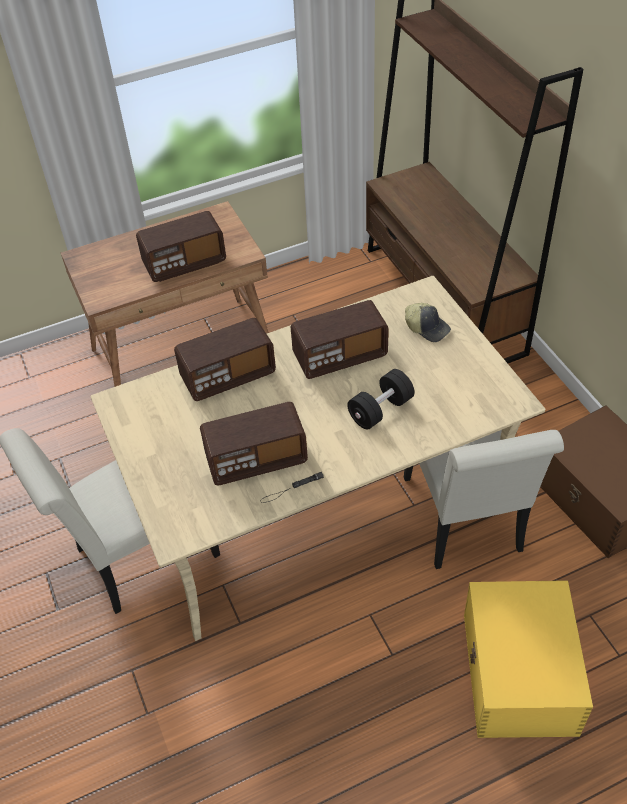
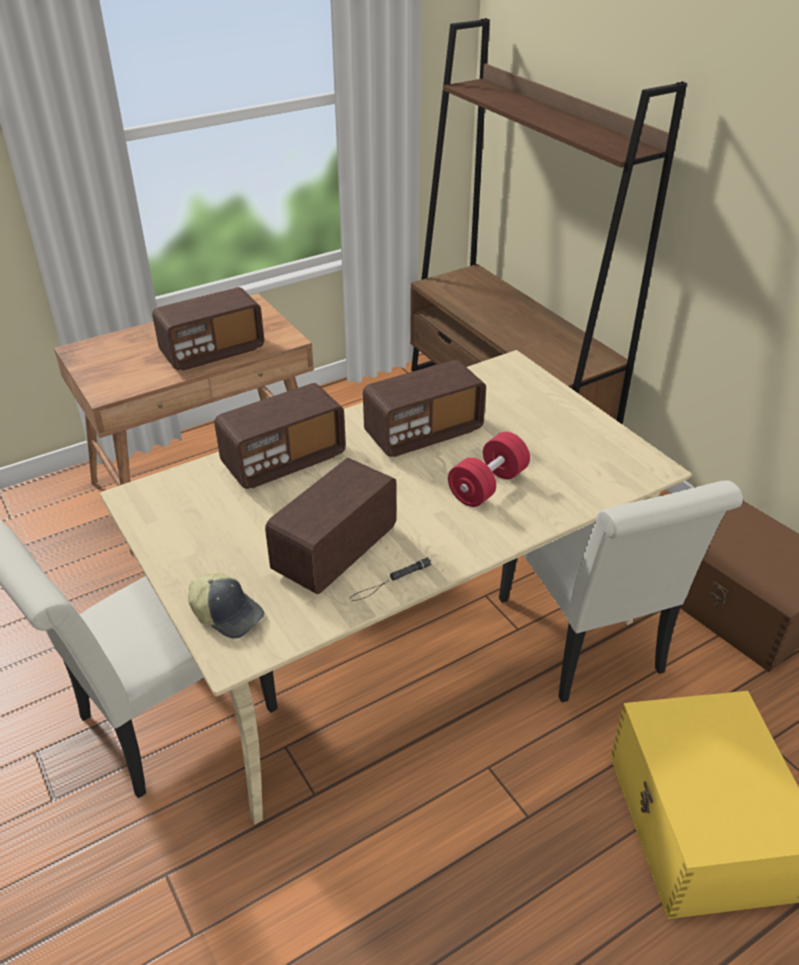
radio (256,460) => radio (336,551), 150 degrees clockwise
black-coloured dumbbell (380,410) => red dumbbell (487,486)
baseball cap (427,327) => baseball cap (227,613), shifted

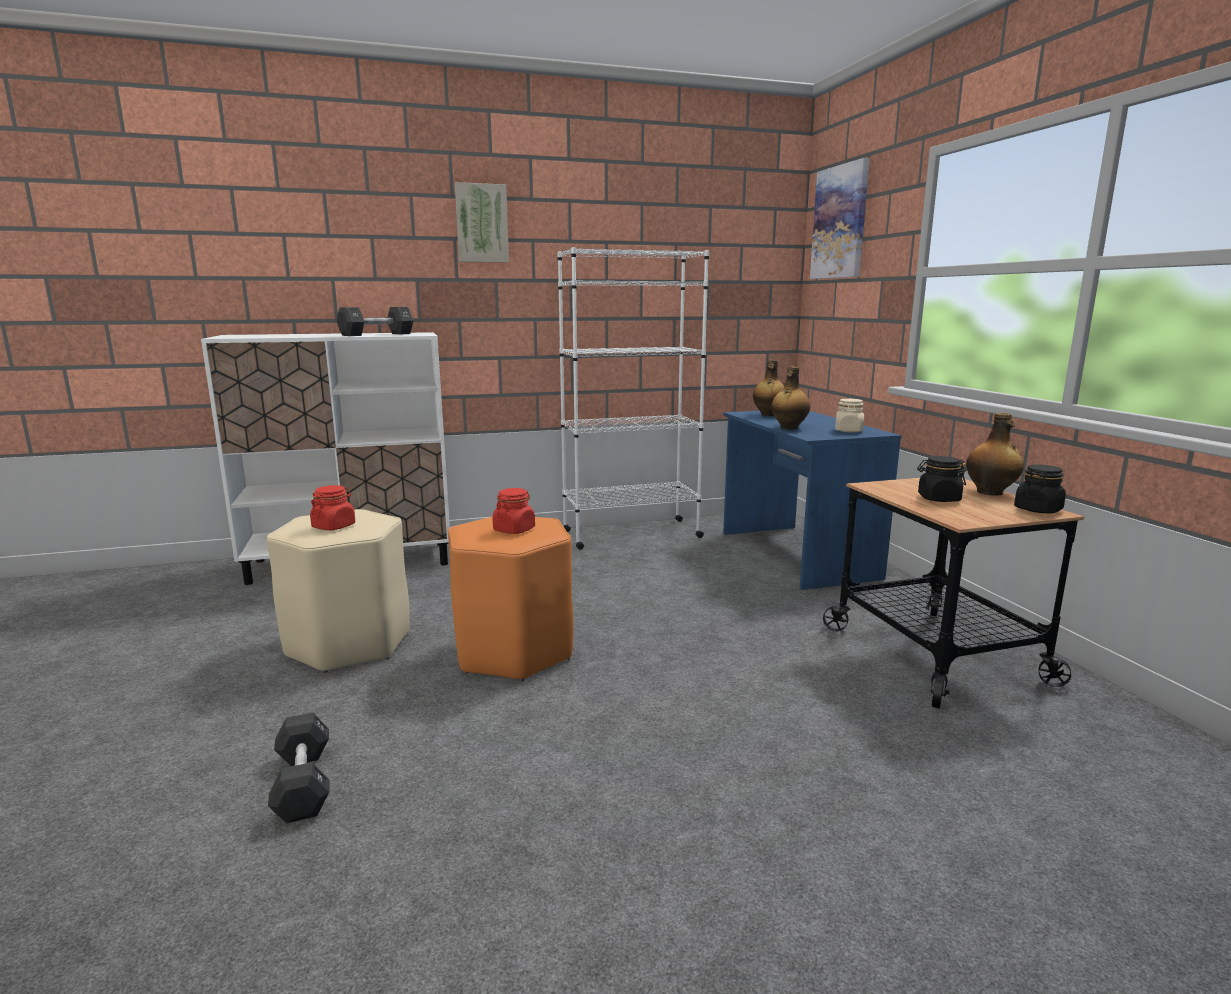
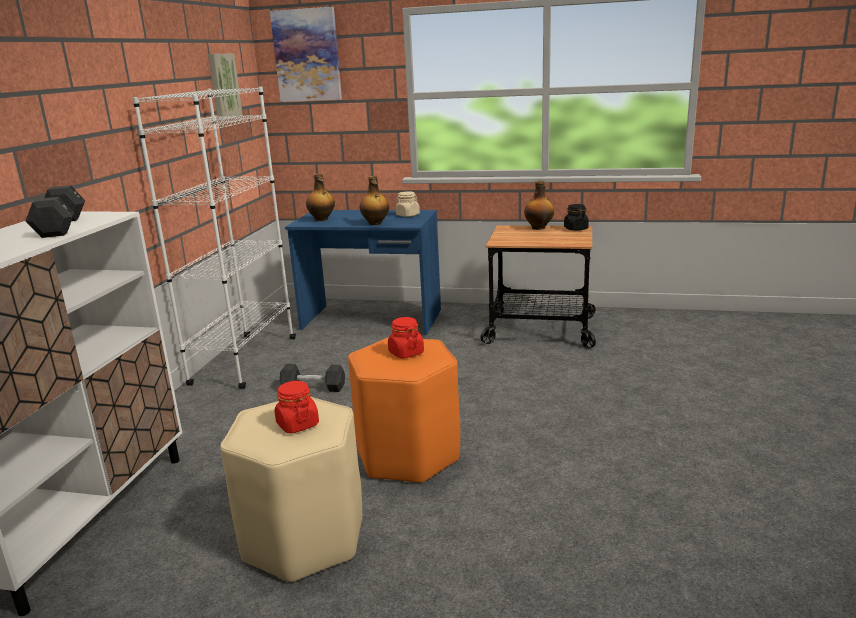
black-coloured dumbbell (303,783) => black-coloured dumbbell (313,388), shifted
wall picture (481,223) => wall picture (223,86), shifted
black-coloured storage jar (938,499) => nothing

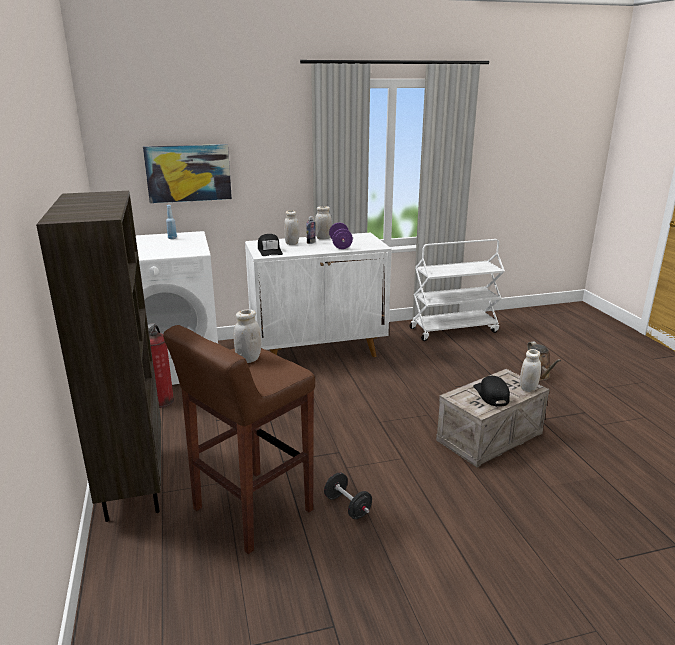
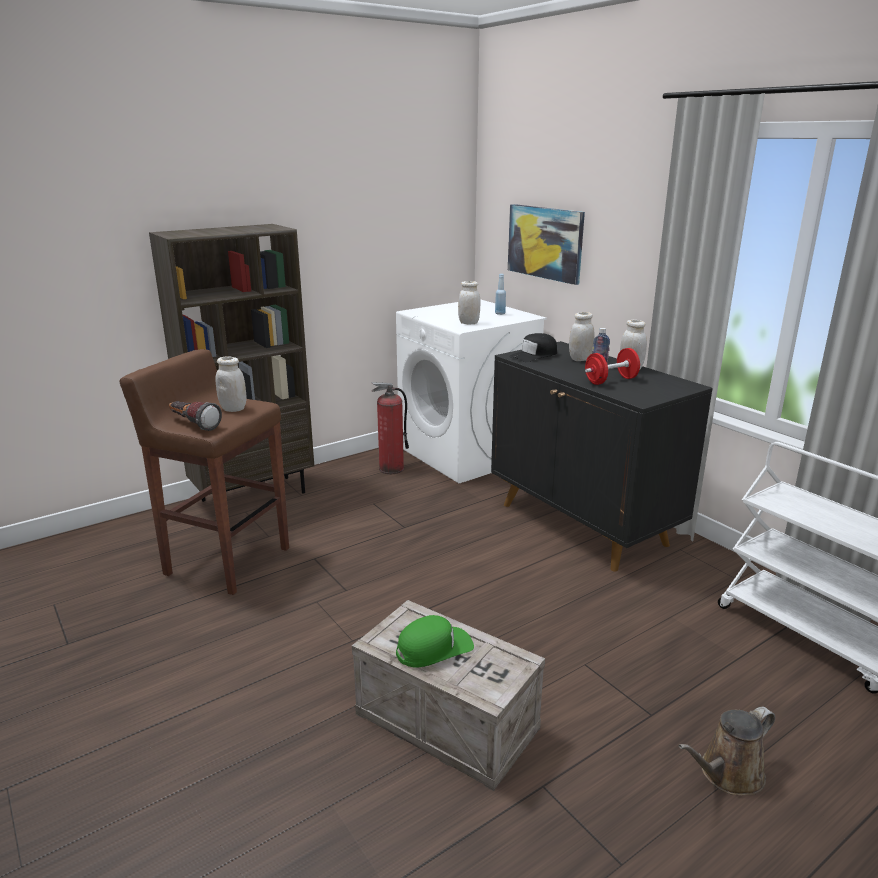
white-coloured cupboard (319,351) => black-coloured cupboard (583,524)
black-coloured dumbbell (347,506) => nothing
purple dumbbell (340,245) => red dumbbell (611,381)
black-coloured baseball cap (491,395) => green-coloured baseball cap (434,648)
white-coloured storage jar (528,388) => white-coloured storage jar (468,323), shifted
nothing => hand torch (193,425)

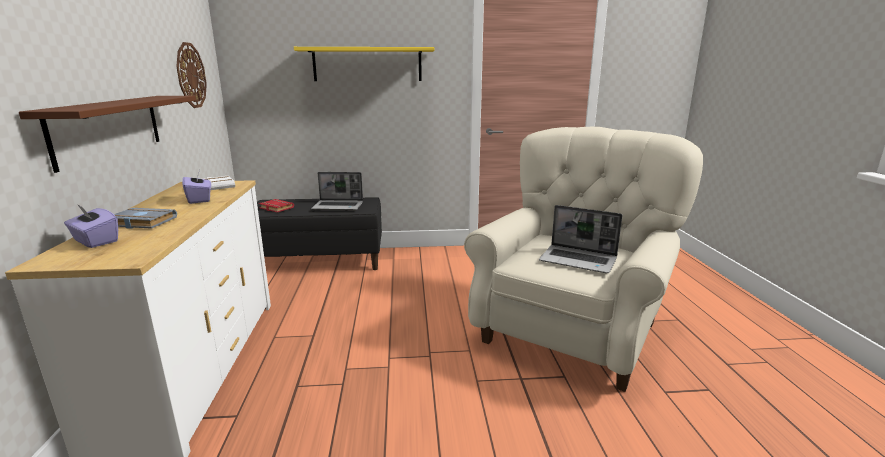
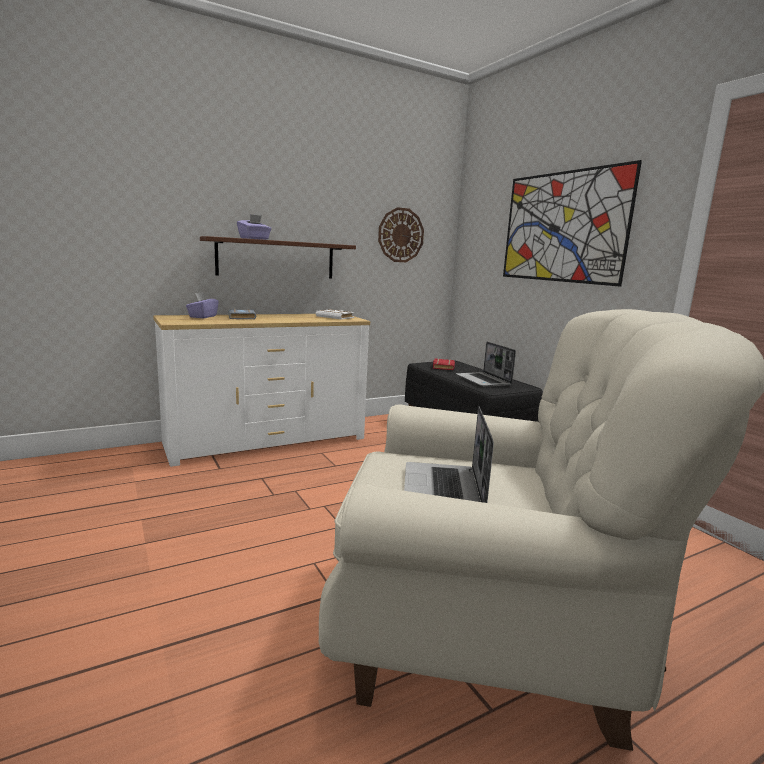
purple box of tissues (199,199) => purple box of tissues (254,239), shifted
yellow-coloured bracket shelf (367,64) => wall picture (562,227)

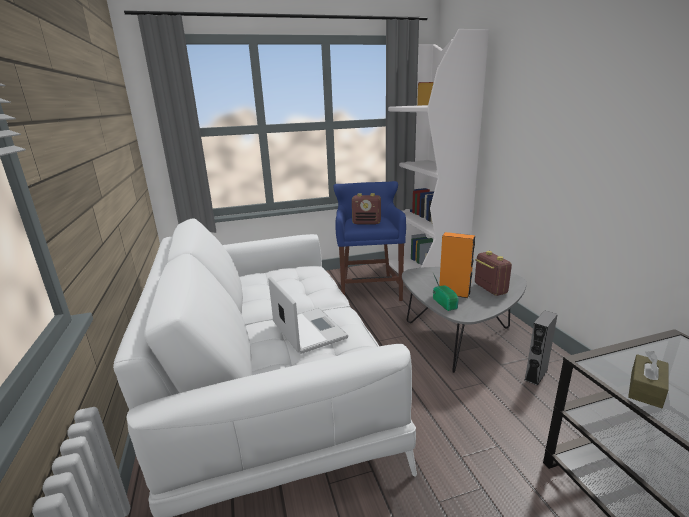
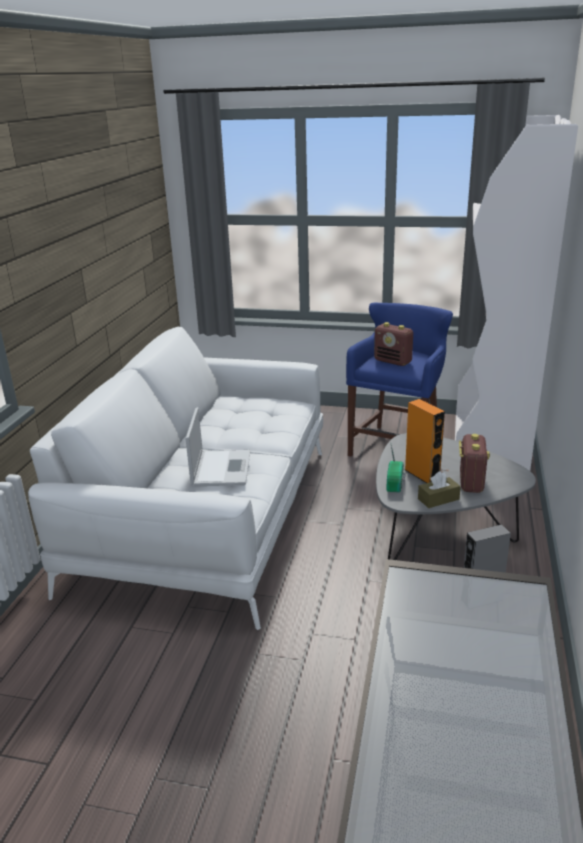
brown box of tissues (646,388) => brown box of tissues (438,499), shifted

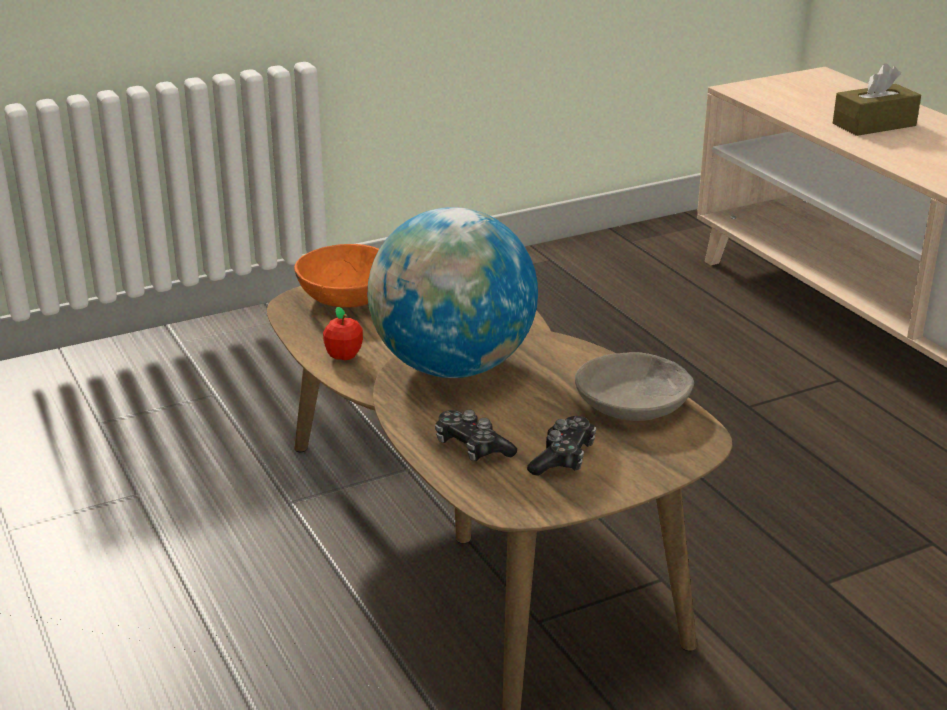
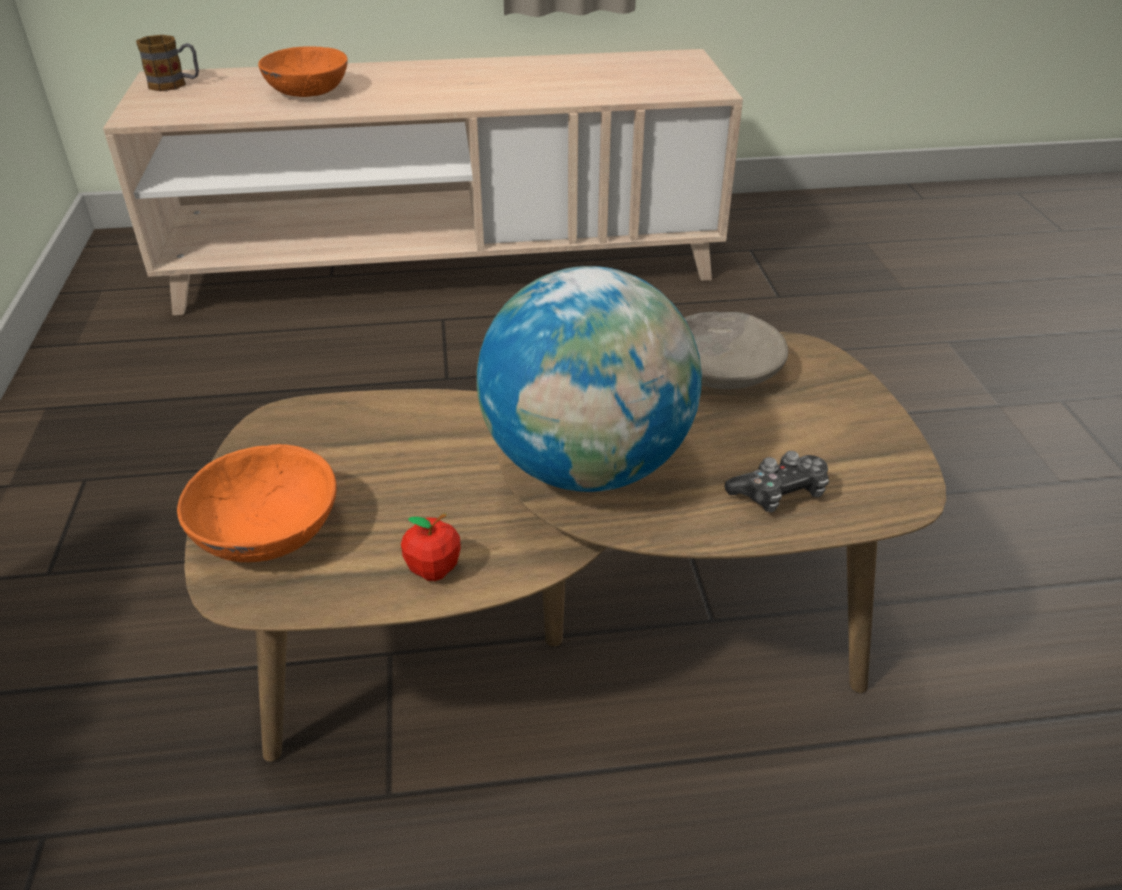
gamepad (563,458) => nothing
brown box of tissues (874,125) => orange-coloured deep dish (307,91)
nothing => mug (175,84)

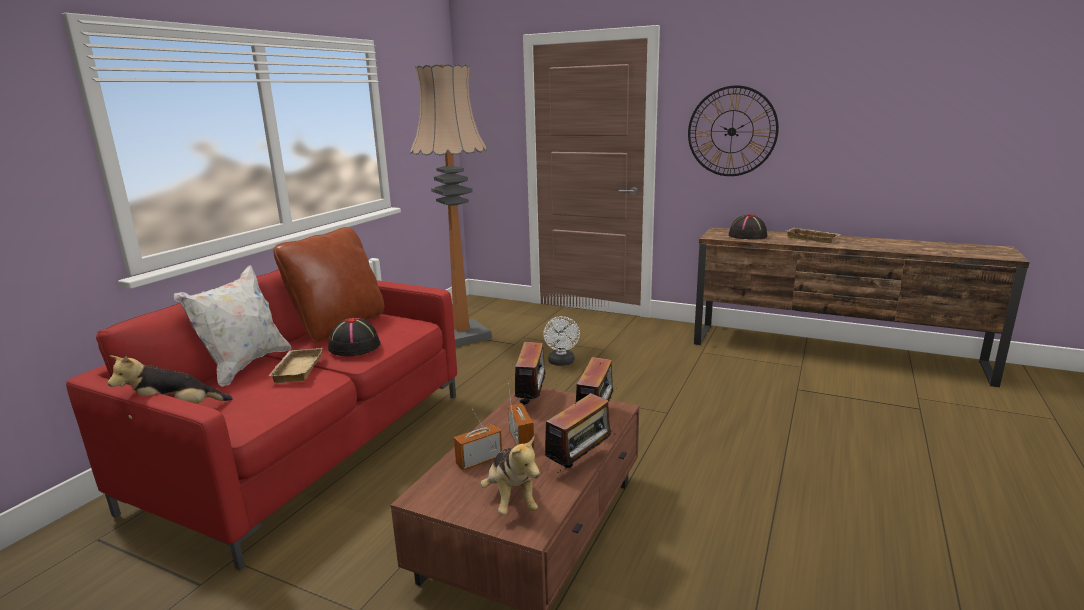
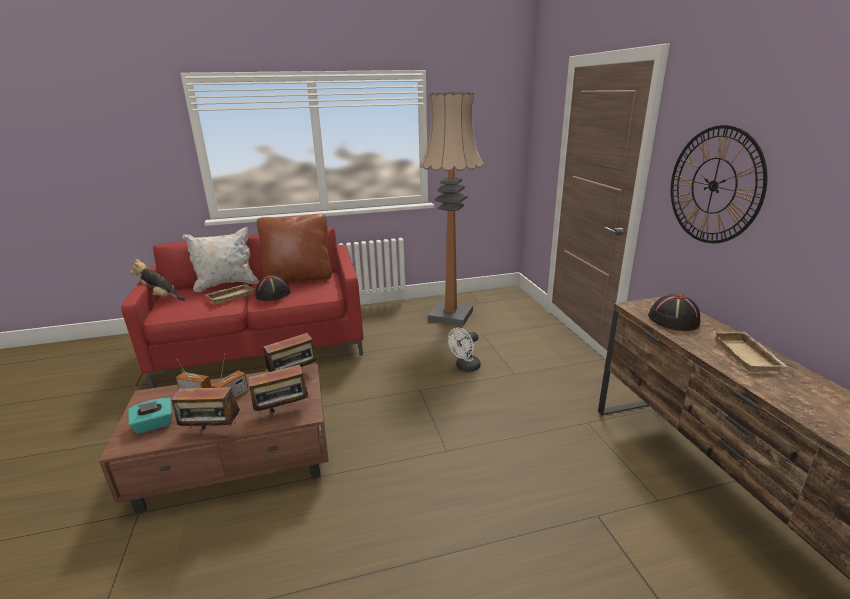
cuddly toy (511,499) => turquoise-coloured box of tissues (154,425)

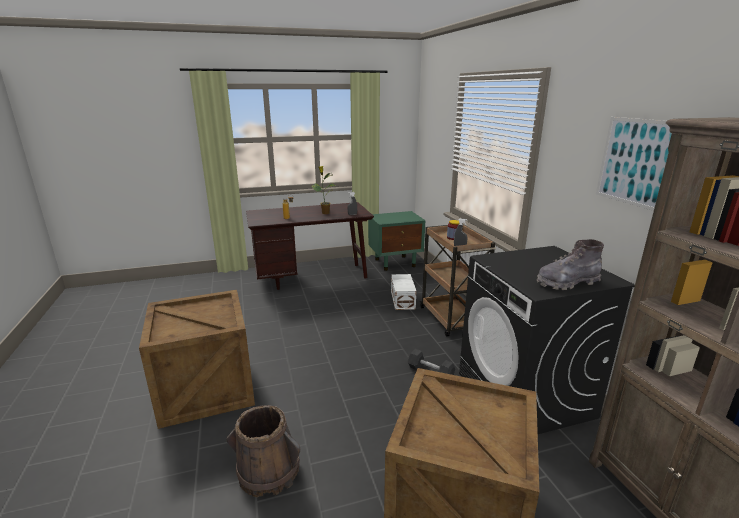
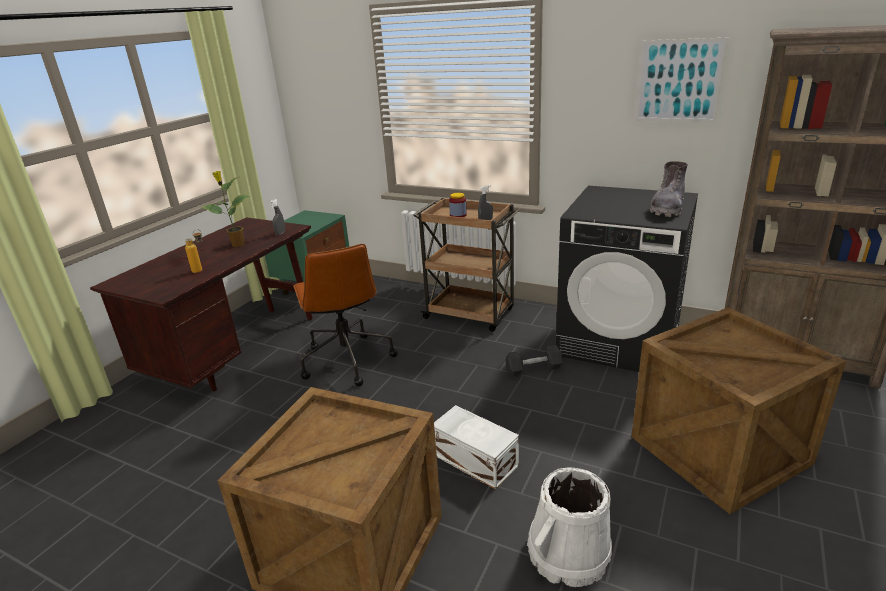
brown pail (268,471) => white-coloured pail (568,552)
white-coloured storage container (403,299) => white-coloured storage container (475,459), shifted
nothing => brown computer chair (347,360)

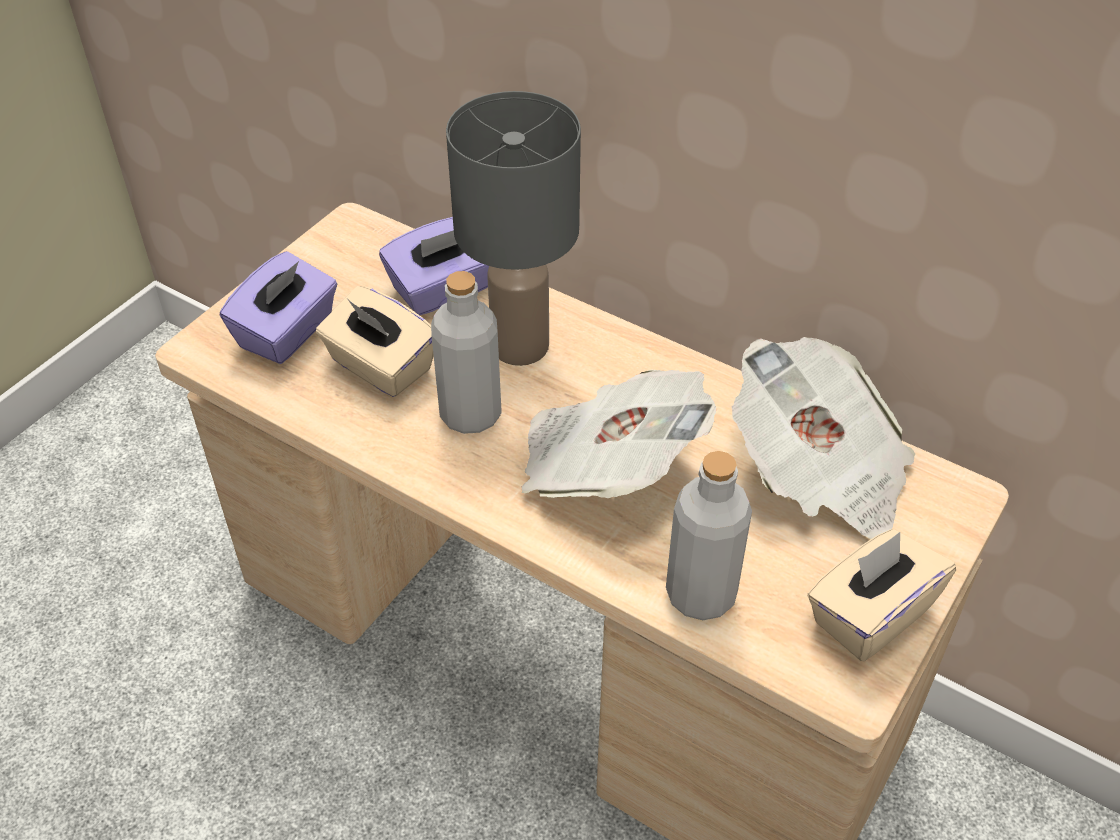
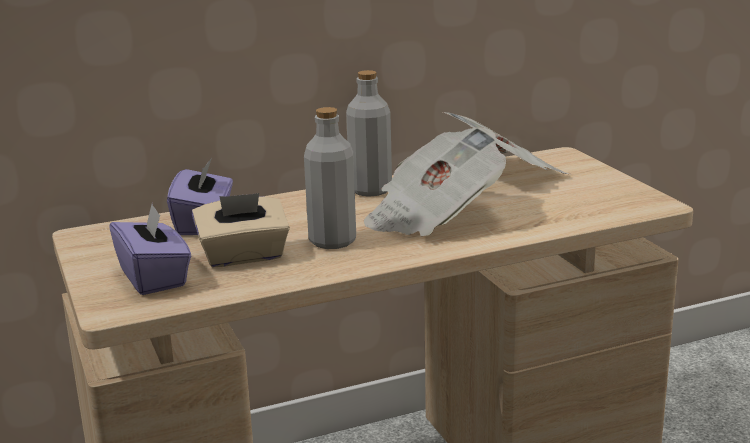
gray table lamp (518,346) => nothing
gray bottle (701,594) => gray bottle (370,190), shifted
sand-coloured box of tissues (870,614) => nothing

